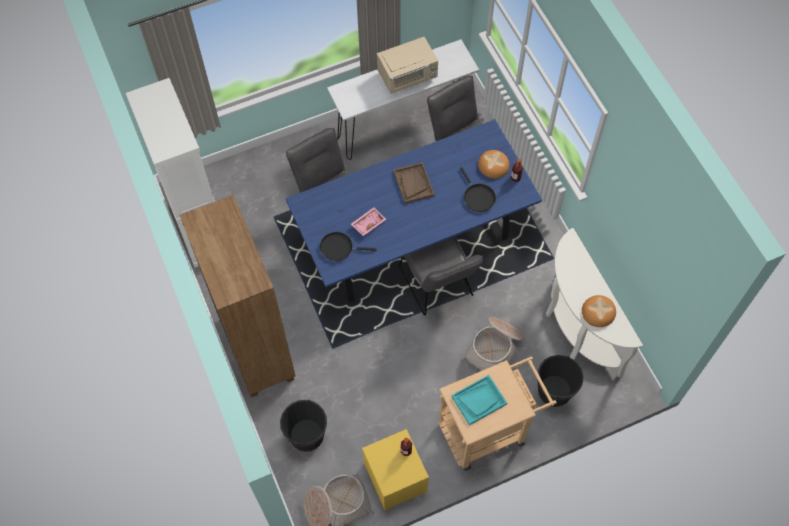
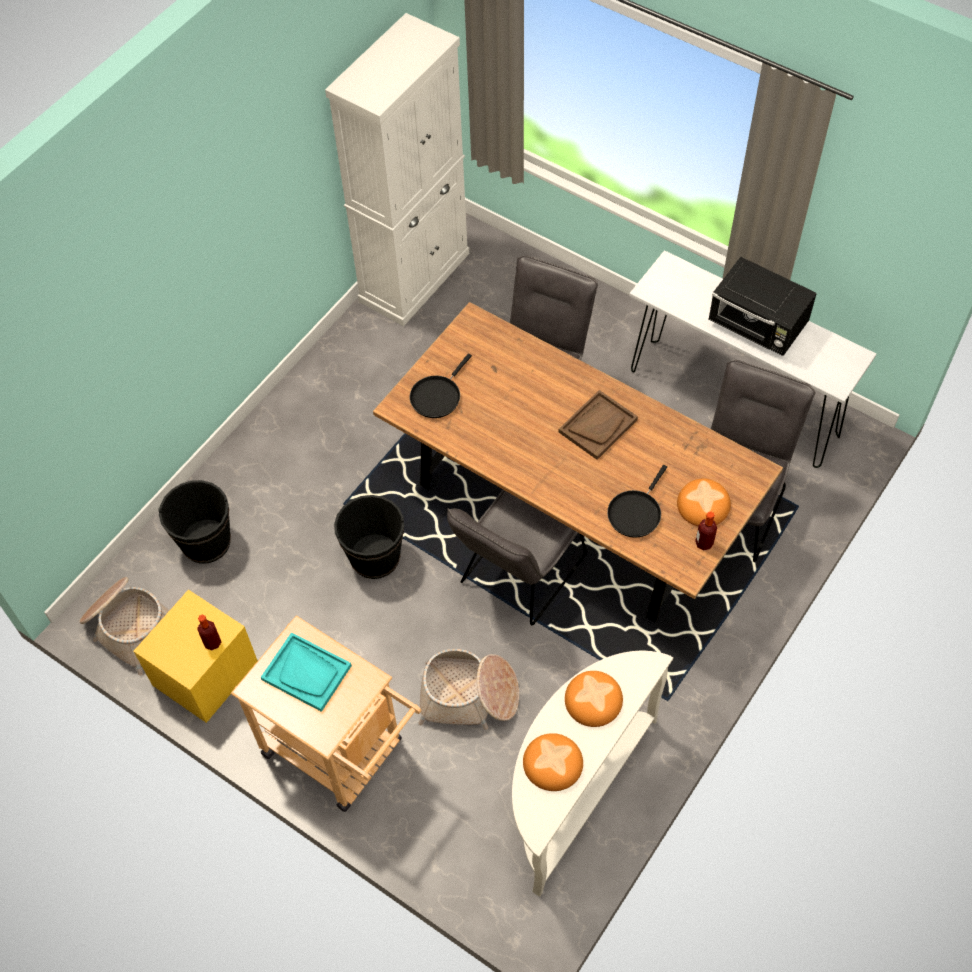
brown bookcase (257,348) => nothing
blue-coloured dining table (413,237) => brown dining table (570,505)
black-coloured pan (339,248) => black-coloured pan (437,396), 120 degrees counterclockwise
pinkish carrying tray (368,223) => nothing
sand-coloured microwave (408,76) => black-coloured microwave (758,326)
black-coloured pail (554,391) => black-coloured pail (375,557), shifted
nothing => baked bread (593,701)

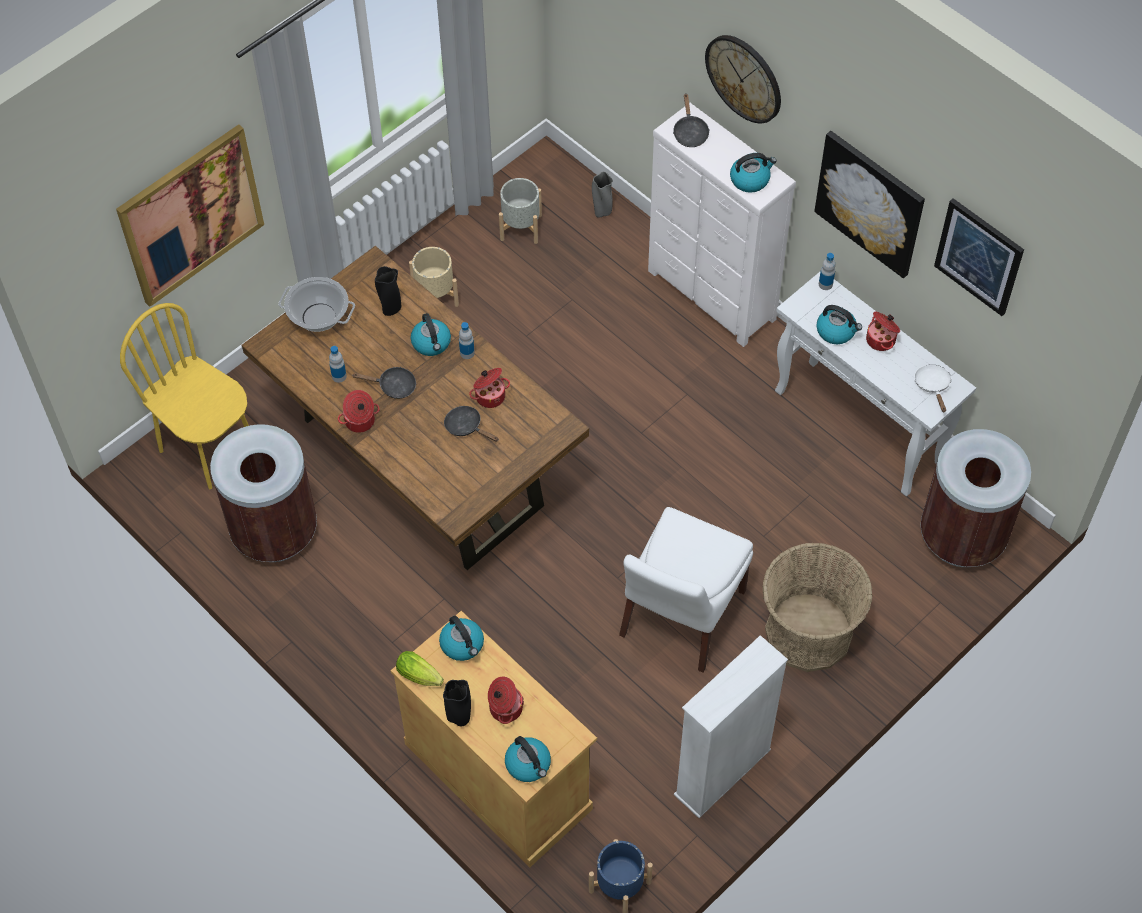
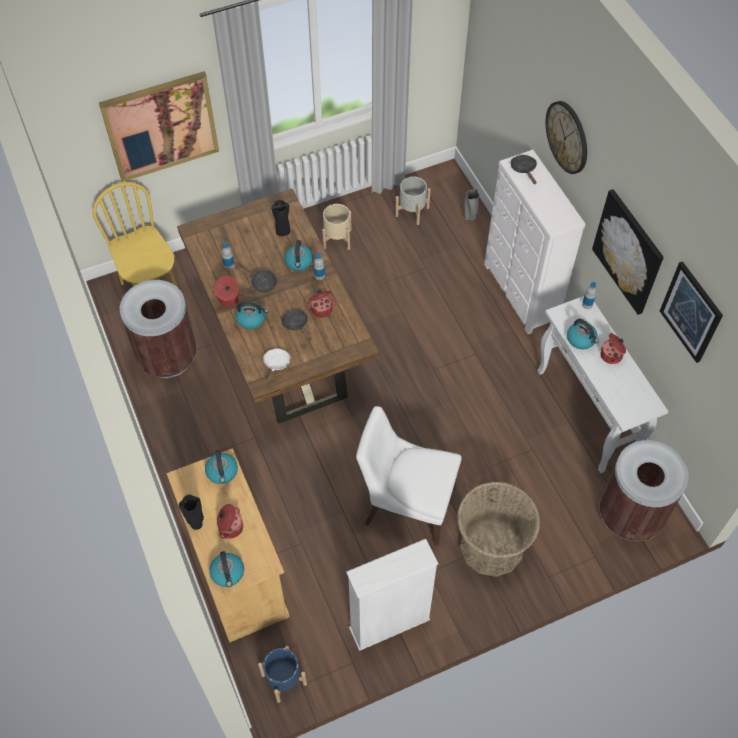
stockpot (318,317) => nothing
lettuce head (421,676) => nothing
white-coloured plain chair (680,617) => white-coloured plain chair (406,504), 60 degrees clockwise
black-coloured pan (690,132) => black-coloured pan (524,169), 150 degrees clockwise
kettle (750,179) => kettle (251,319), shifted
white-coloured pan (933,386) => white-coloured pan (276,364), shifted

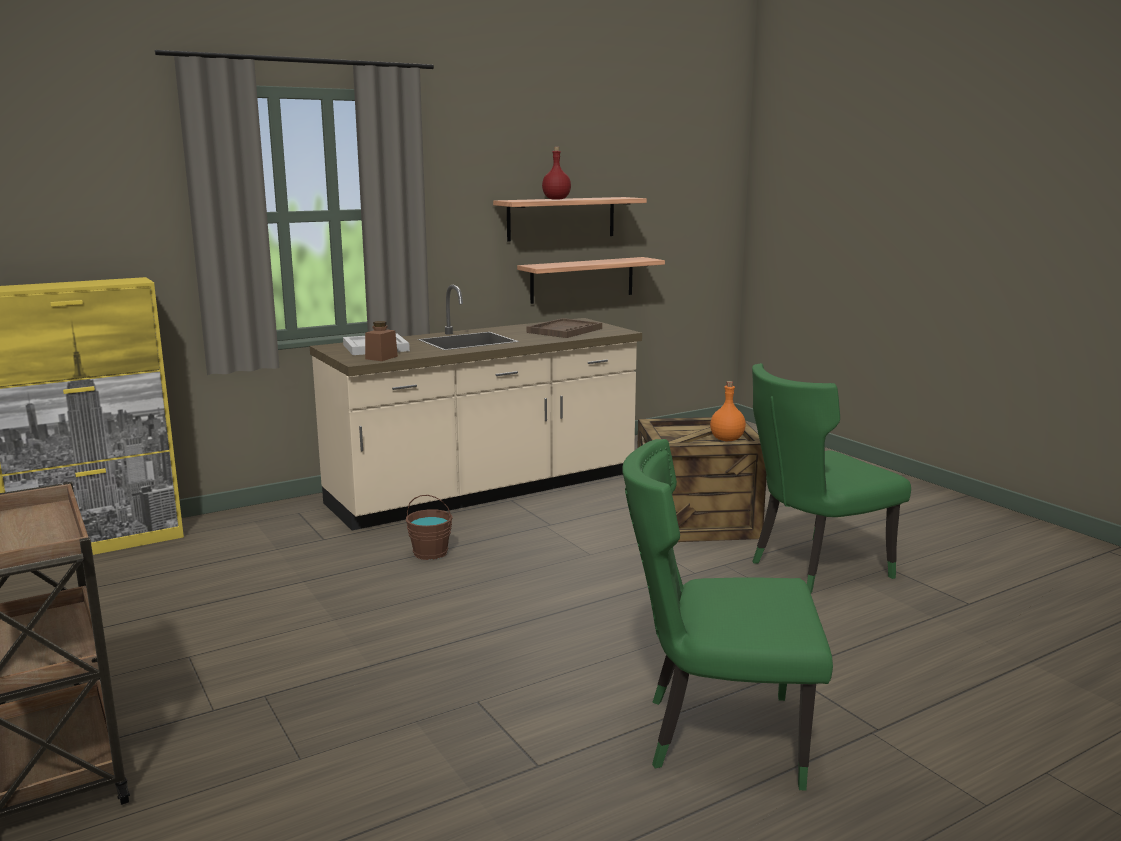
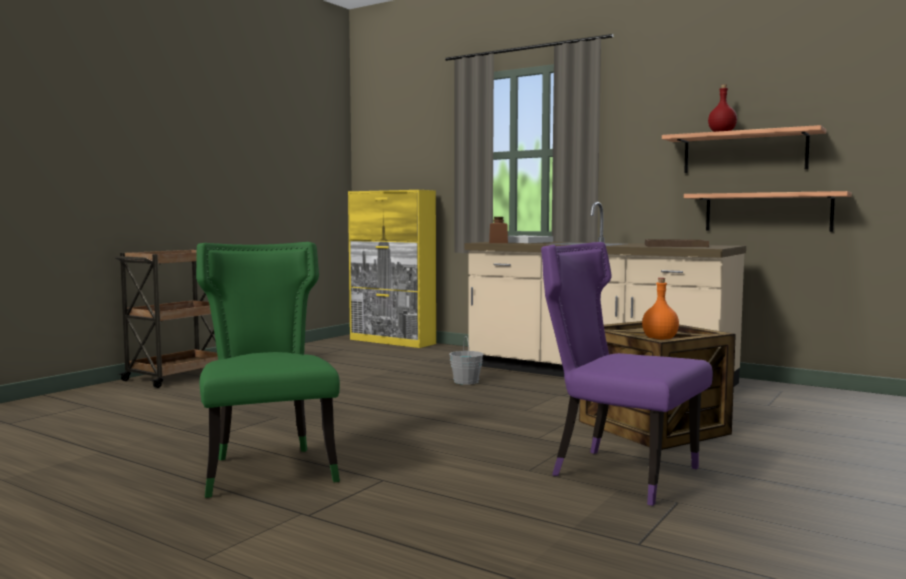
brown pail (430,553) => gray pail (466,381)
green-coloured plain chair (813,568) => purple plain chair (618,473)

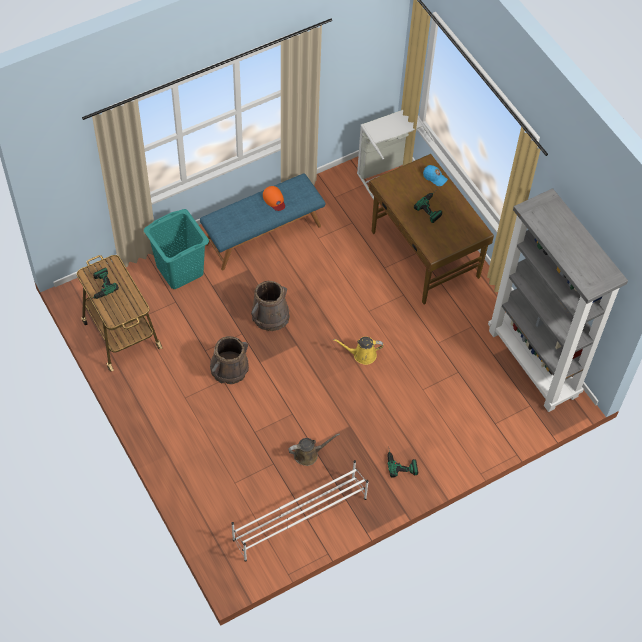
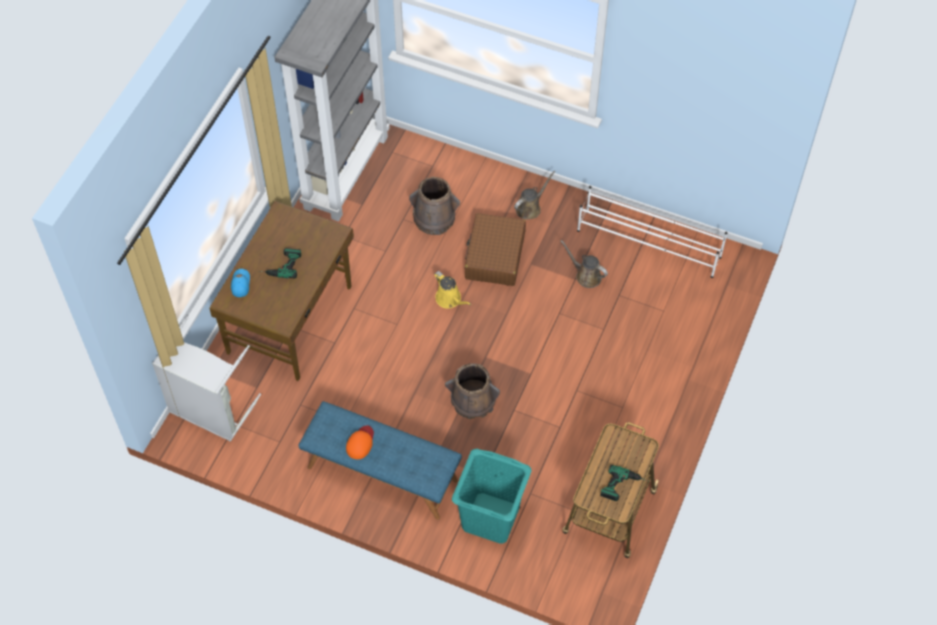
brown pail (229,368) => brown pail (434,218), shifted
drill (401,462) => brown sprinkling can (530,208)
nothing => brown travel case (494,256)

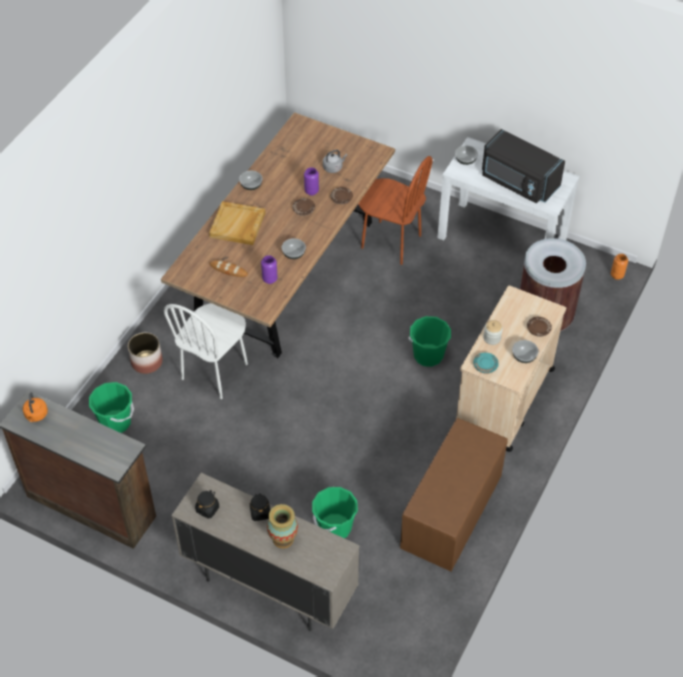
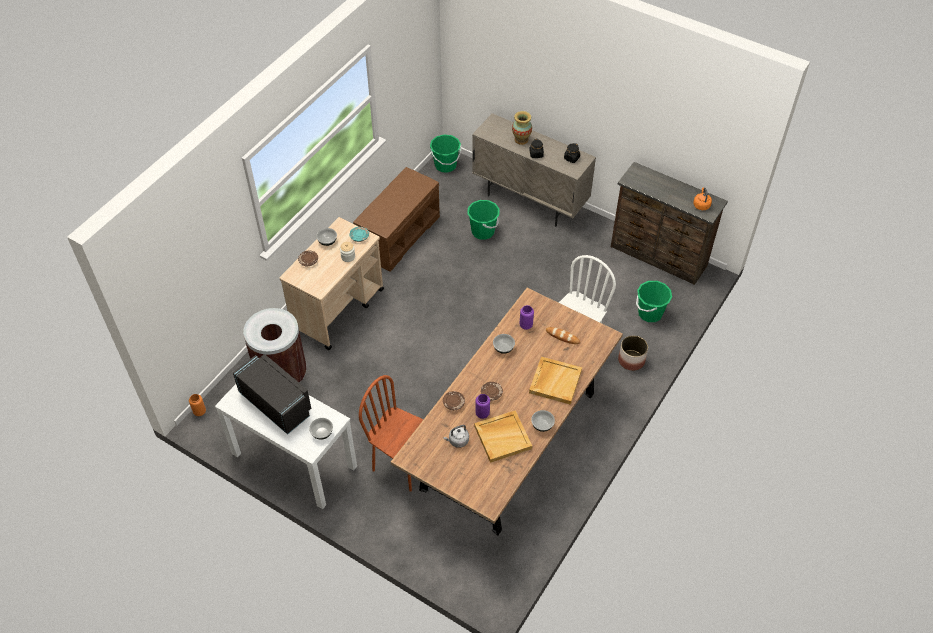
green-coloured pail (428,355) => green-coloured pail (445,165), shifted
nothing => sand-coloured carrying tray (503,437)

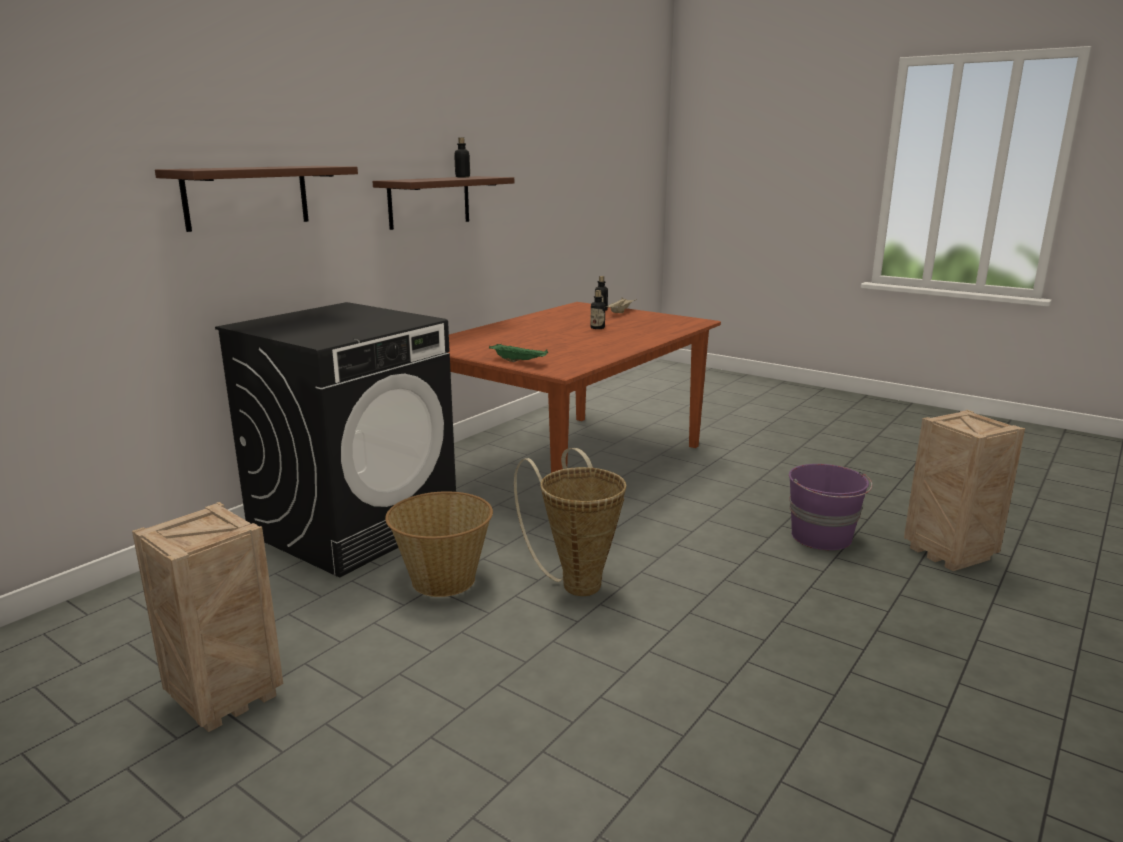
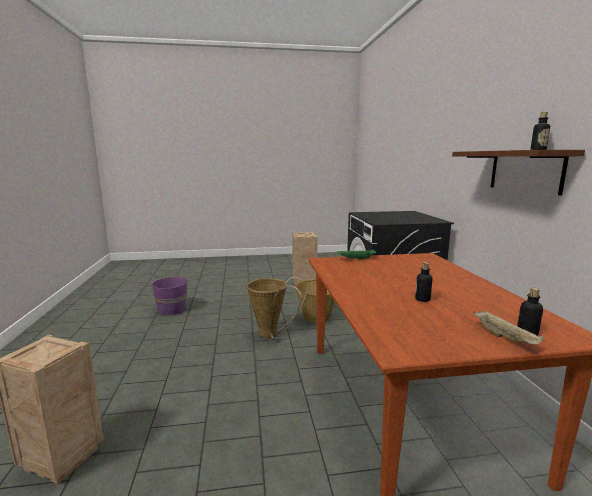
brown bracket shelf (247,197) => nothing
purple pail (822,537) => purple pail (171,309), shifted

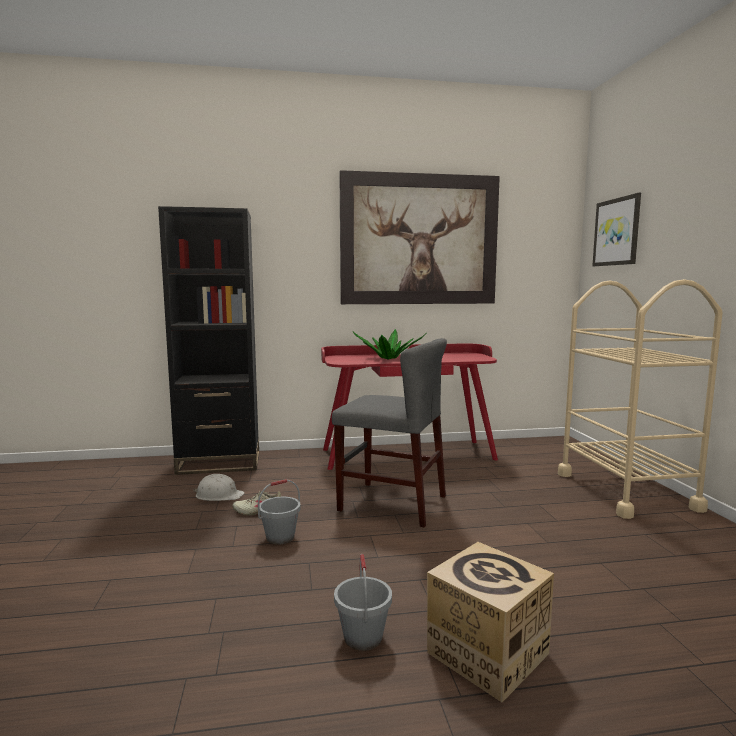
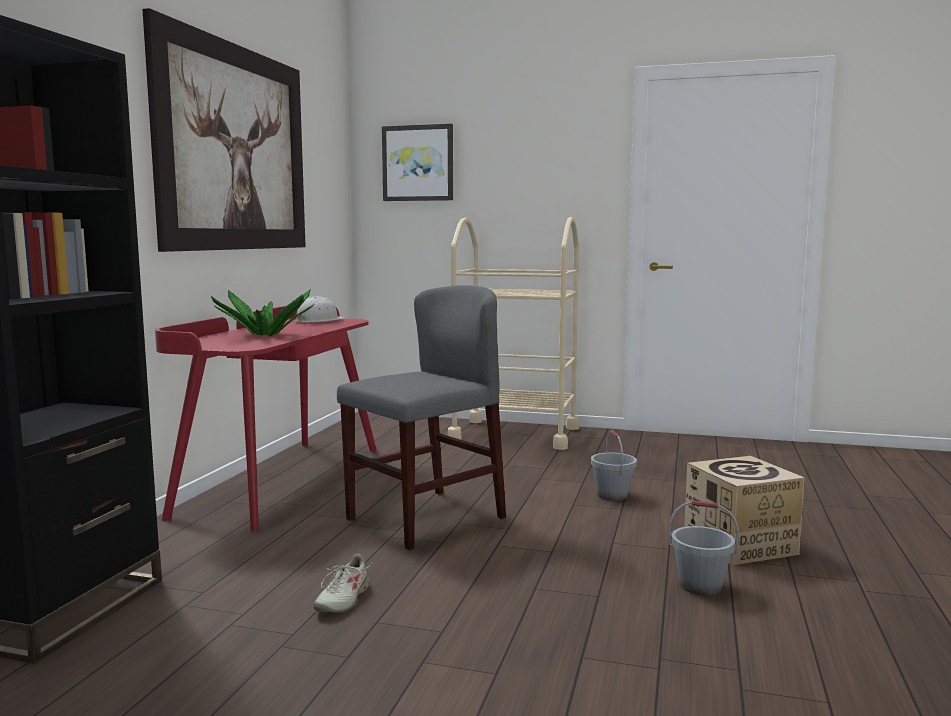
white-coloured safety helmet (219,495) => white-coloured safety helmet (318,321), shifted
gray pail (280,537) => gray pail (612,495), shifted

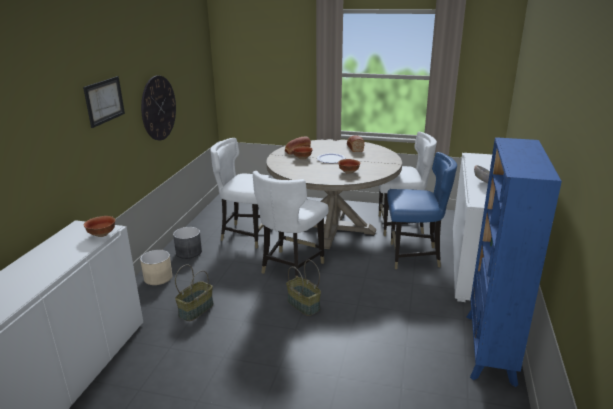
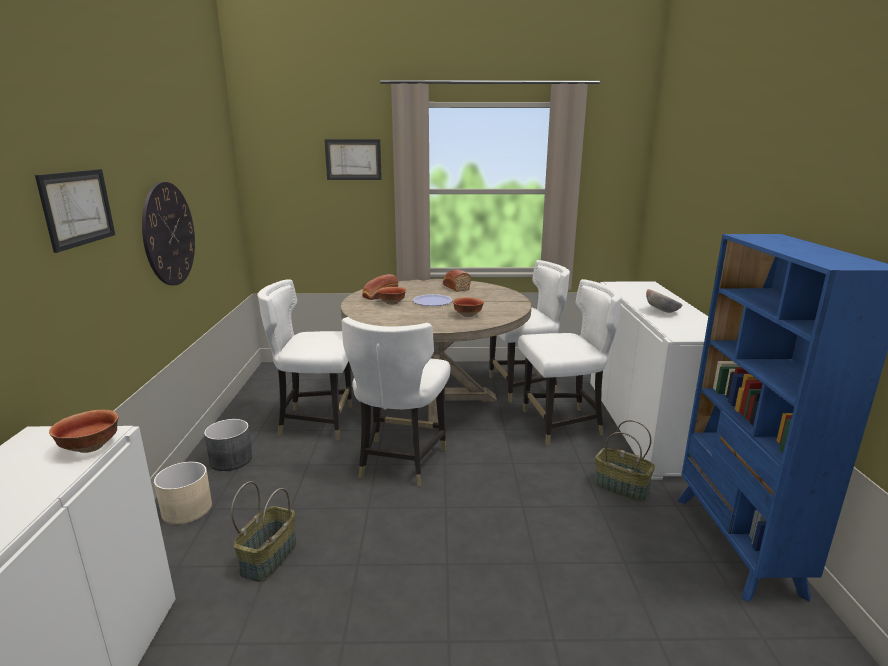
household basket (303,305) => household basket (620,488), shifted
blue-coloured plain chair (414,256) => white-coloured plain chair (562,425)
nothing => wall picture (353,159)

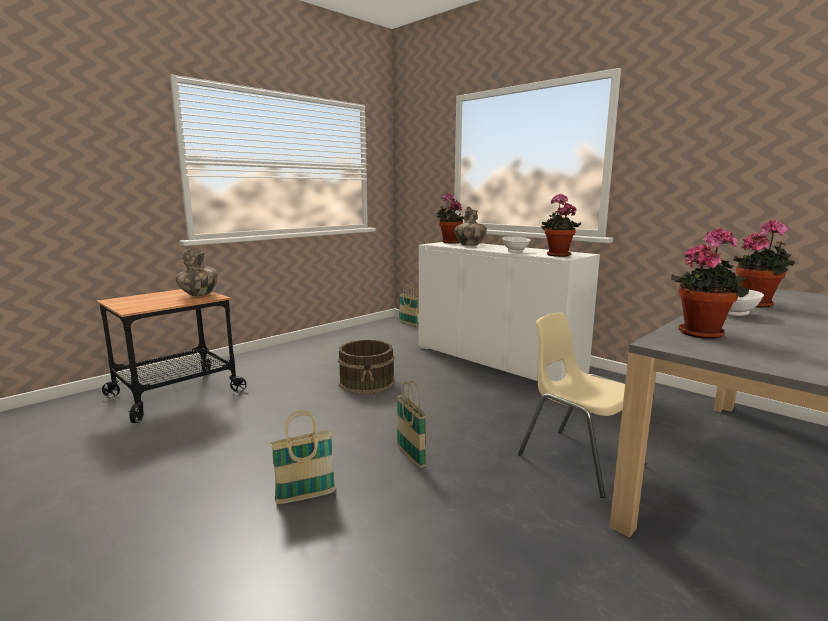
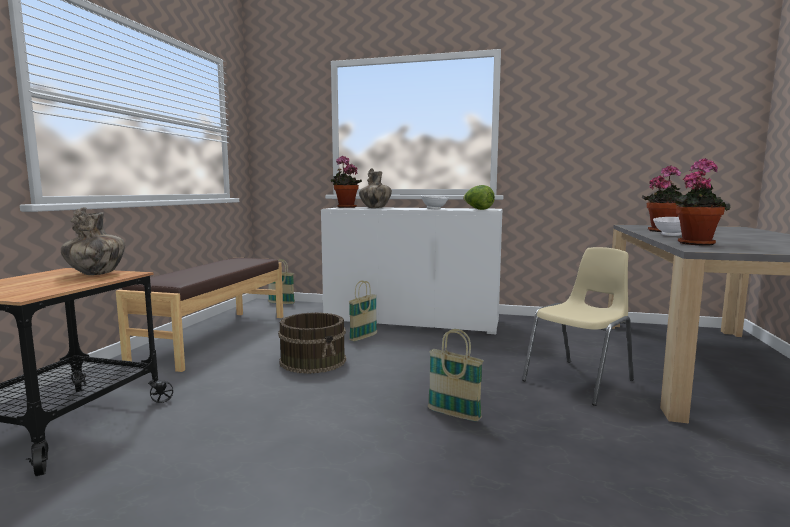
household basket (305,497) => household basket (363,337), shifted
sand-coloured plain chair (577,459) => sand-coloured plain chair (580,380), 120 degrees clockwise
potted plant (557,255) => lettuce head (477,209)
nothing => brown bench (214,337)

